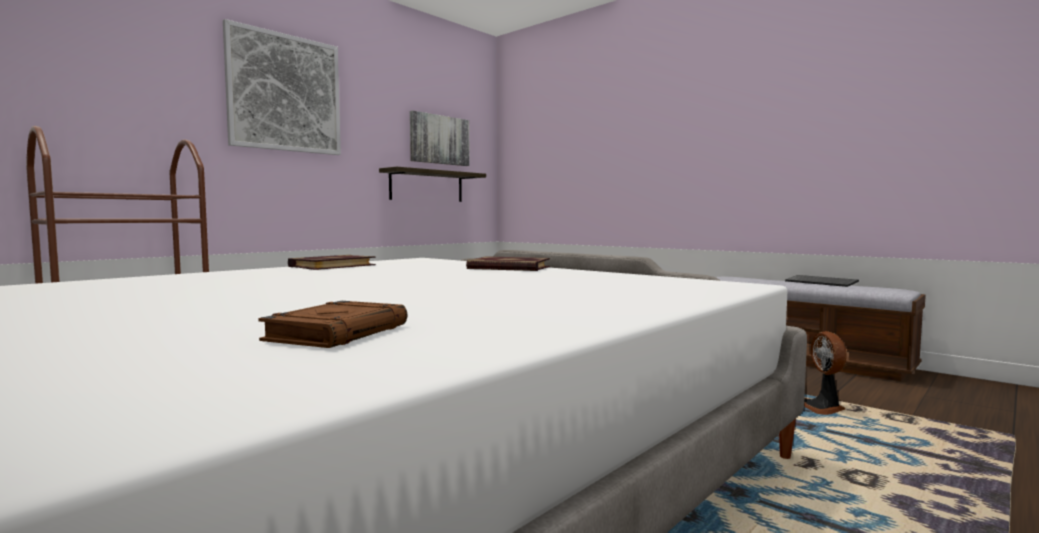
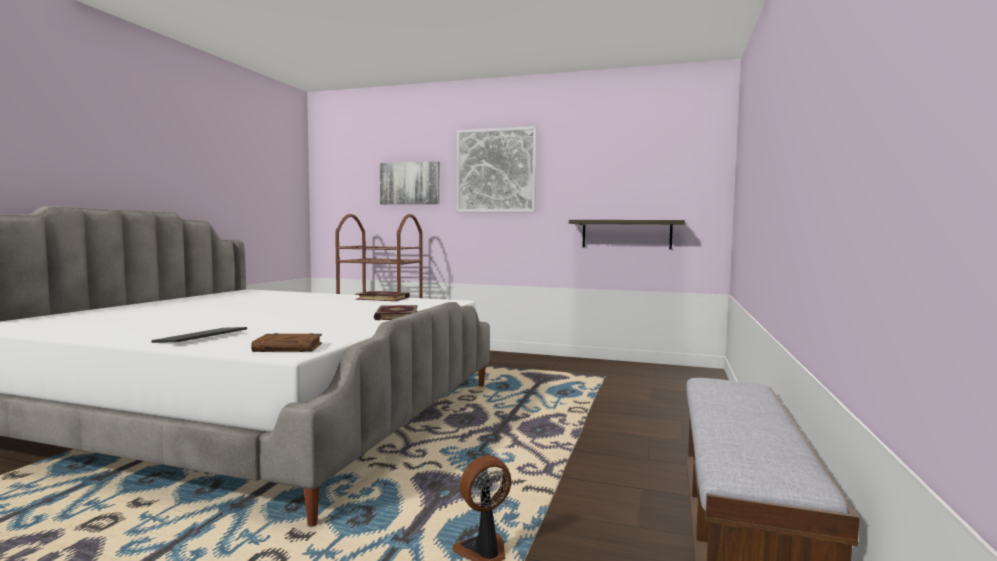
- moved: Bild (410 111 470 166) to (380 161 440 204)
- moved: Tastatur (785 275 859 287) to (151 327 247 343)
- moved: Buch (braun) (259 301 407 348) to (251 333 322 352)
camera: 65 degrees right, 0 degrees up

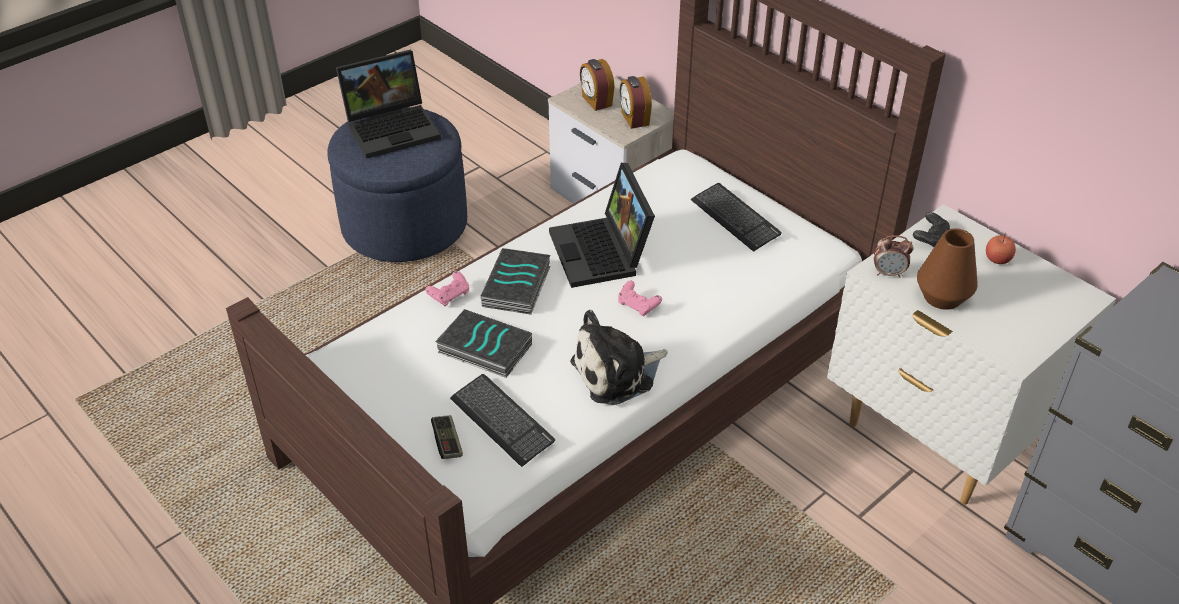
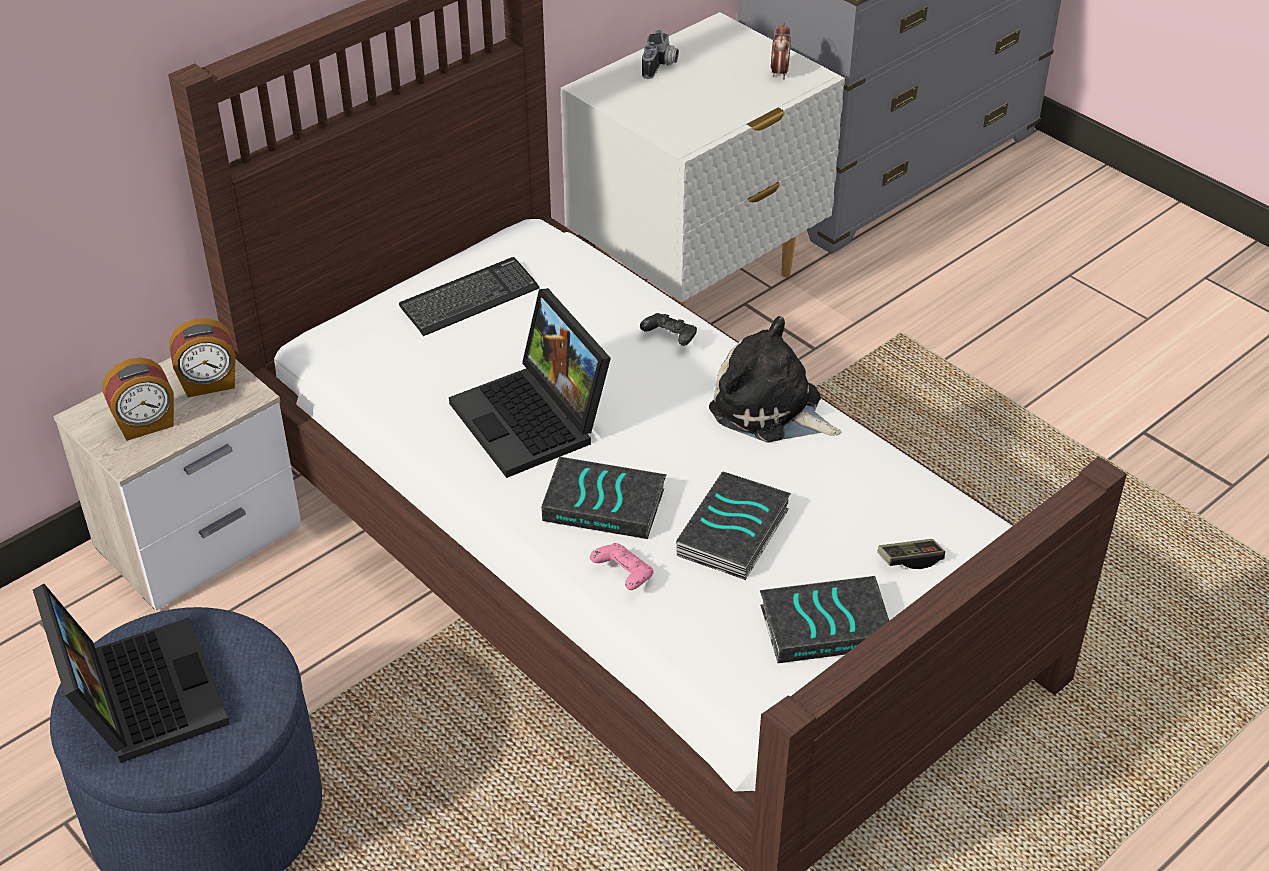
- turned: Laptop (549 163 655 288) = (449 288 611 478) 75 degrees clockwise
- moved: Gamepad (schwarz) (913 212 950 247) to (640 313 697 346)
- removed: Vase (braun) (917 228 978 310)
- replaced: Apfel (986 233 1016 264) to Kamera (642 30 679 79)
- moved: Wecker (874 235 913 278) to (771 22 791 79)
- removed: Gamepad (rosa) (618 281 662 316)
- turned: Plüschtier (570 310 667 405) = (709 316 841 442) 150 degrees clockwise
- removed: Tastatur (450 374 555 467)
- added: Buch (760 576 889 663)
camera: 90 degrees left, 0 degrees up

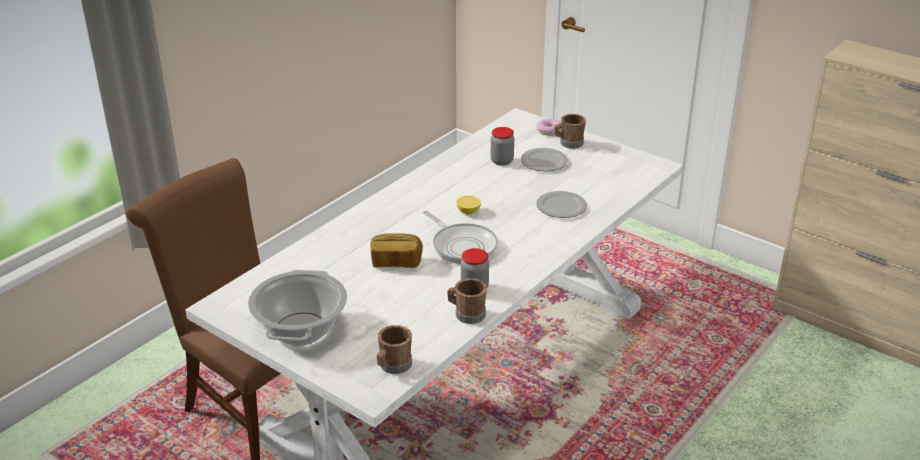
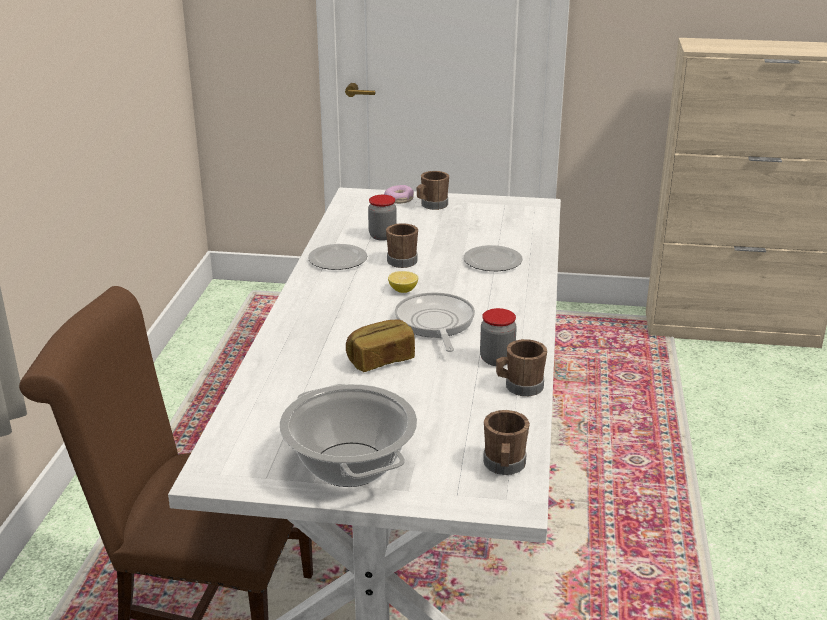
- moved: Teller (521 148 568 171) to (308 244 367 270)
- turned: Pfanne (423 211 498 264) = (395 292 475 352) 120 degrees counterclockwise
- added: Henkelbecher (braun) (386 223 418 268)
camera: 30 degrees left, 5 degrees down

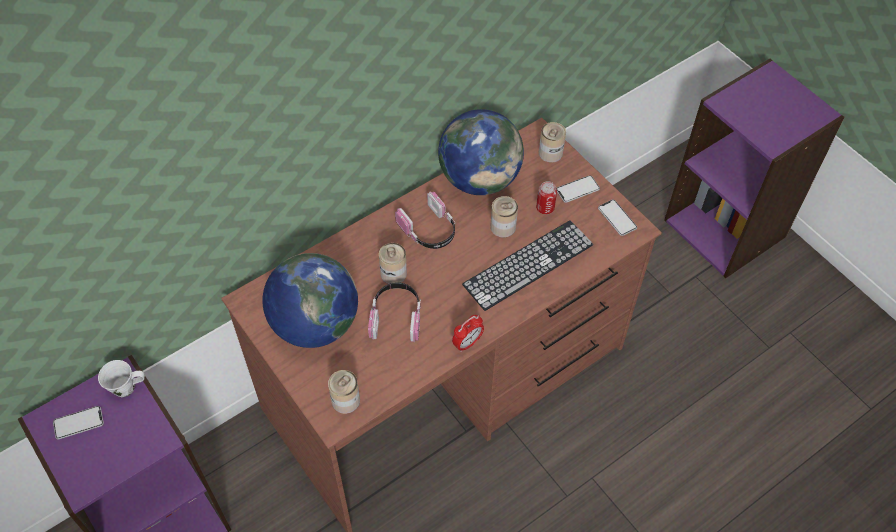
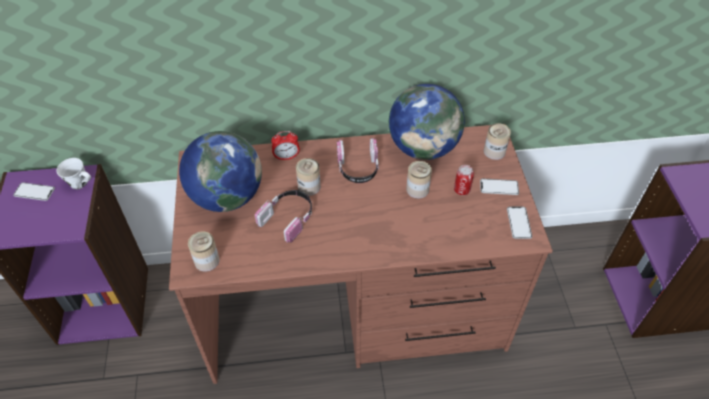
- removed: Tastatur (462 221 593 311)
- moved: Wecker (452 315 484 352) to (271 131 300 161)
camera: 30 degrees right, 5 degrees down

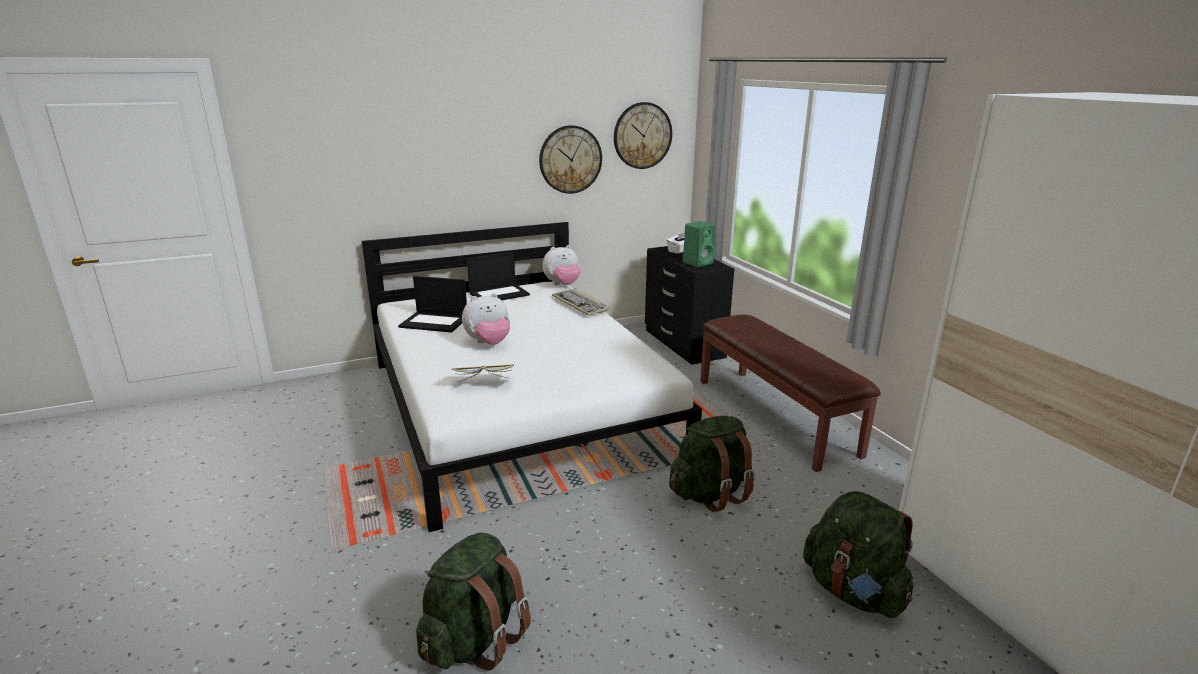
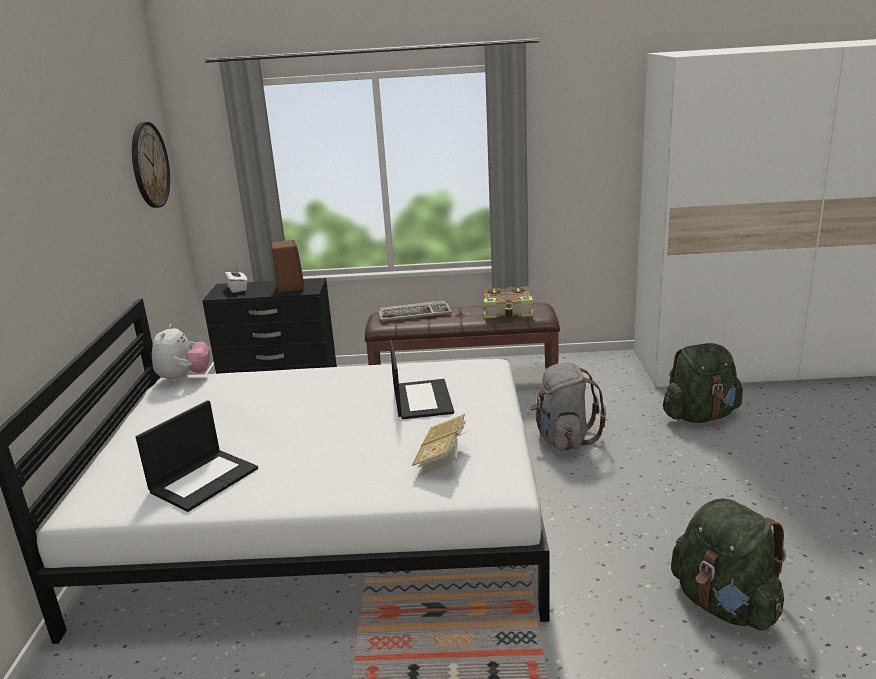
- removed: Wanduhr (539 125 602 194)
- recoloured: Lautsprecher (grün) (683 221 715 267) to Lautsprecher (braun) (271 240 304 293)
- moved: Laptop (467 251 530 300) to (390 340 454 419)
- moved: Tastatur (552 288 610 315) to (378 301 452 321)
- removed: Plüschtier (462 293 510 345)
- recoloured: Rucksack (grün) (669 416 755 512) to Rucksack (grau) (530 363 606 450)
- added: Buch (484 287 533 318)
camera: 65 degrees left, 0 degrees up

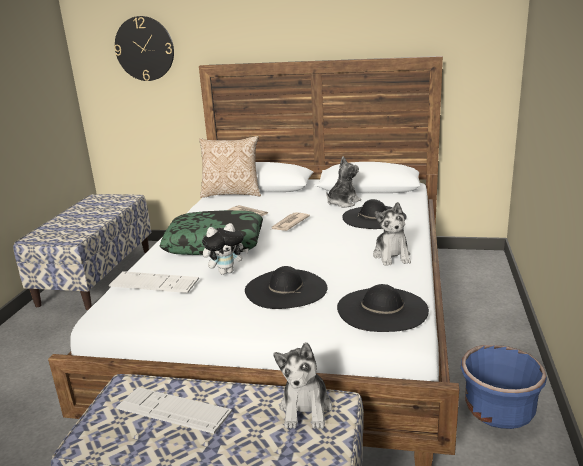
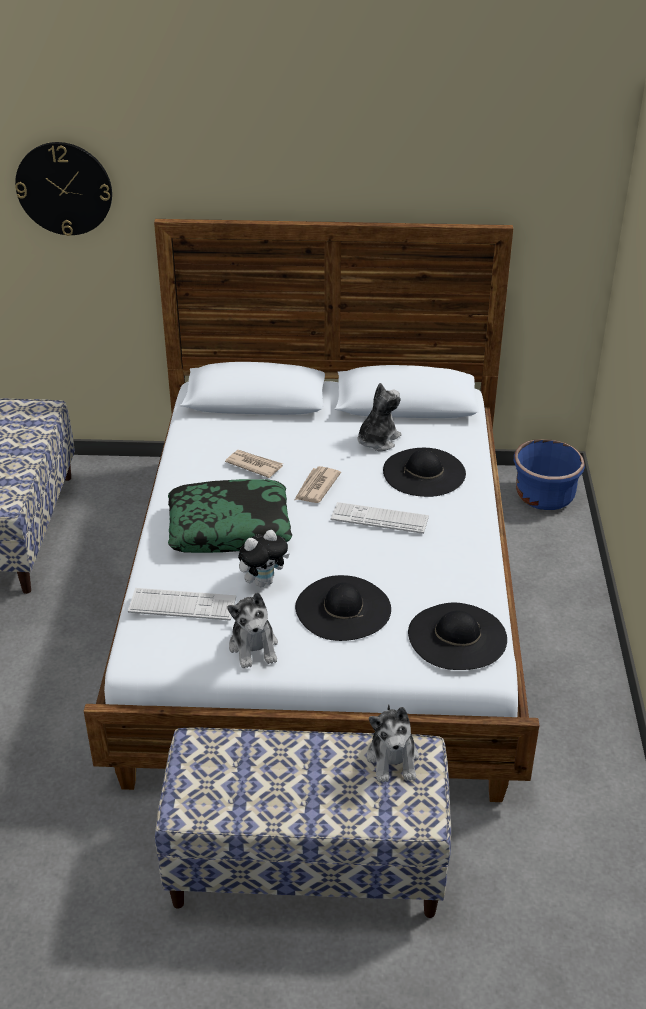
- removed: Kissen (199 136 261 198)
- moved: Plüschtier (373 202 411 266) to (227 592 278 669)
- moved: Pflanzkübel (blau) (461 345 547 429) to (514 439 585 510)
- moved: Tastatur (116 387 232 434) to (331 502 429 534)
camera: 10 degrees left, 15 degrees up

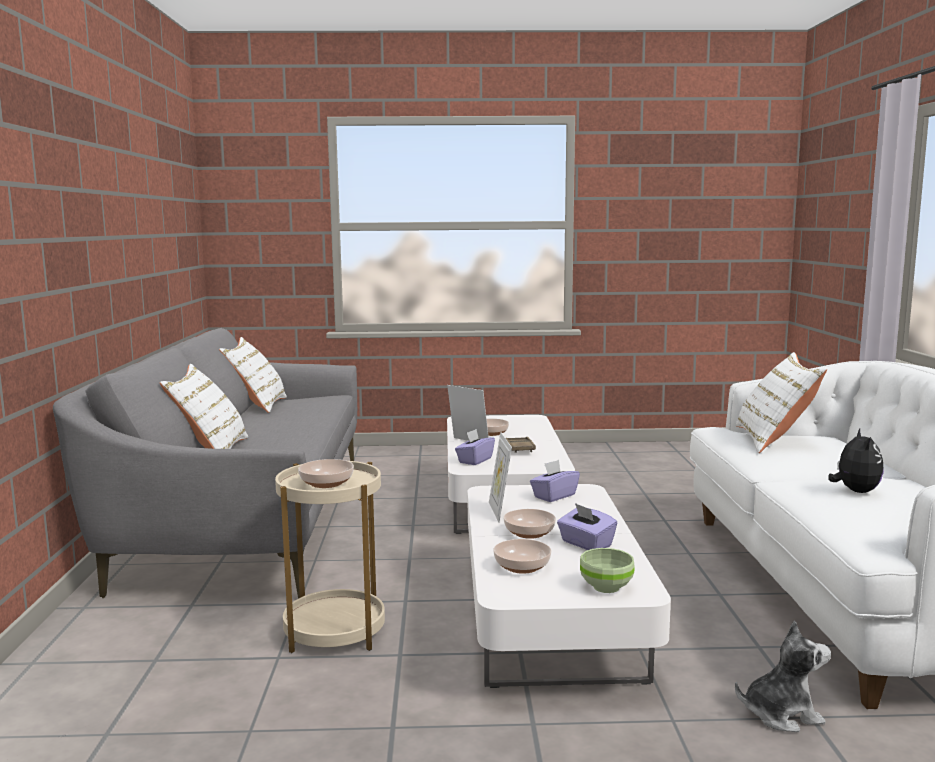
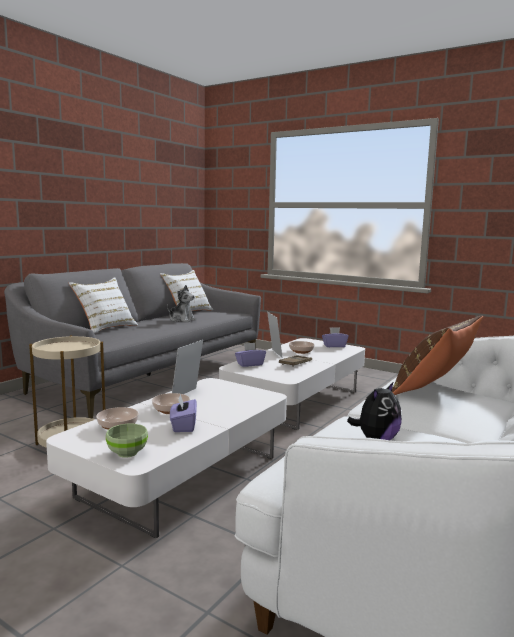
- recoloured: Kissen (weiß) (735 352 827 453) to Kissen (braun) (392 316 483 395)
- removed: Schüssel (298 459 354 488)
- moved: Taschentuchbox (lila) (530 460 580 502) to (322 327 348 347)
- moved: Plüschtier (735 621 831 732) to (167 285 197 322)
camera: 35 degrees right, 0 degrees up

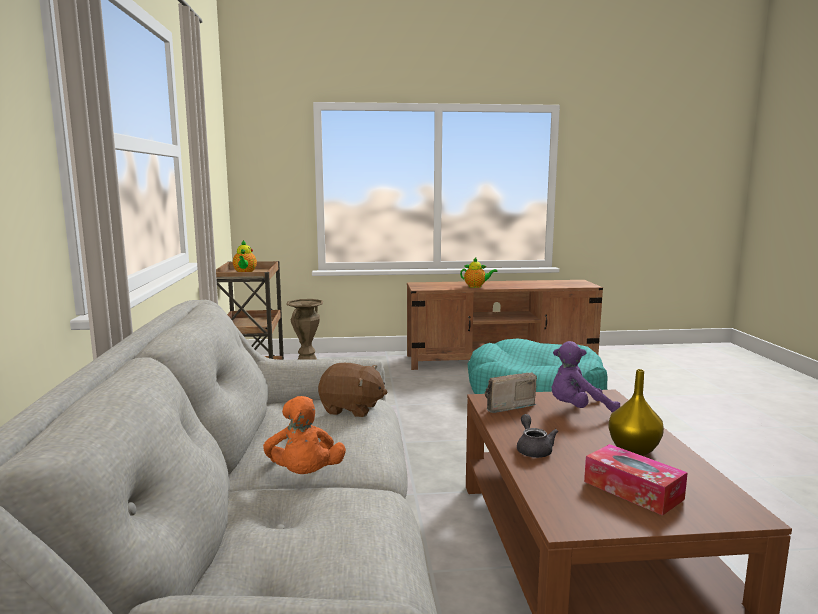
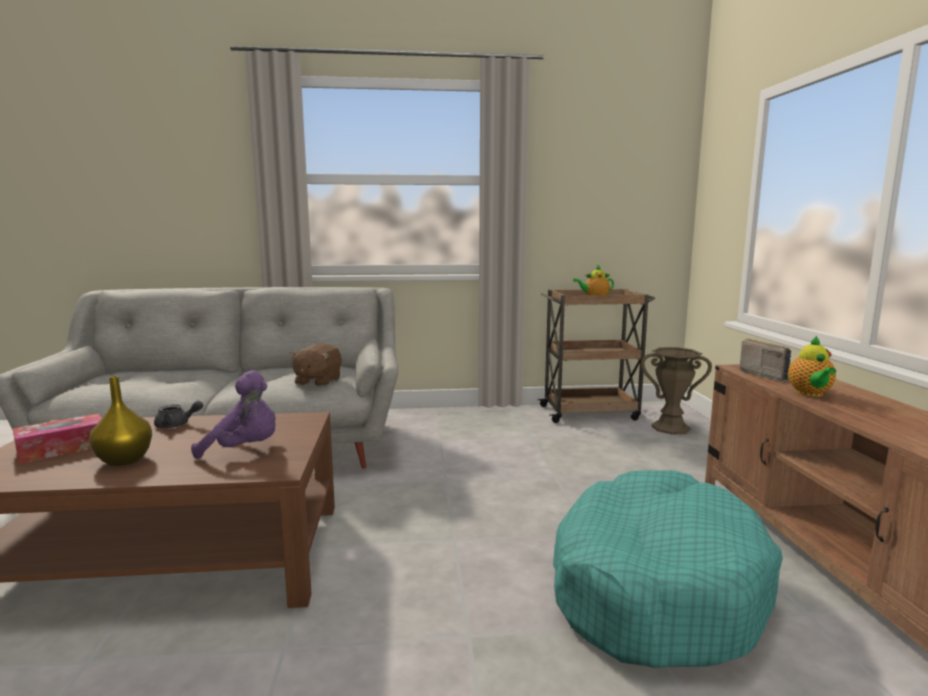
- turned: Plüschtier (lila) (551 341 620 413) = (191 370 276 459) 105 degrees clockwise
- moved: Radio (485 372 537 413) to (739 339 791 381)
- removed: Plüschtier (orange) (263 396 346 474)
camera: 90 degrees right, 0 degrees up

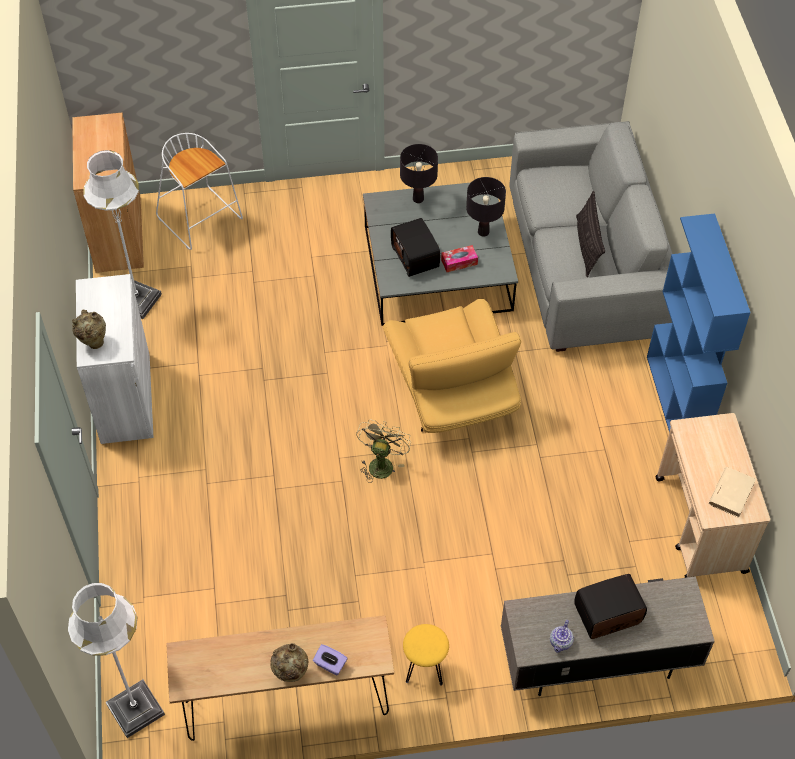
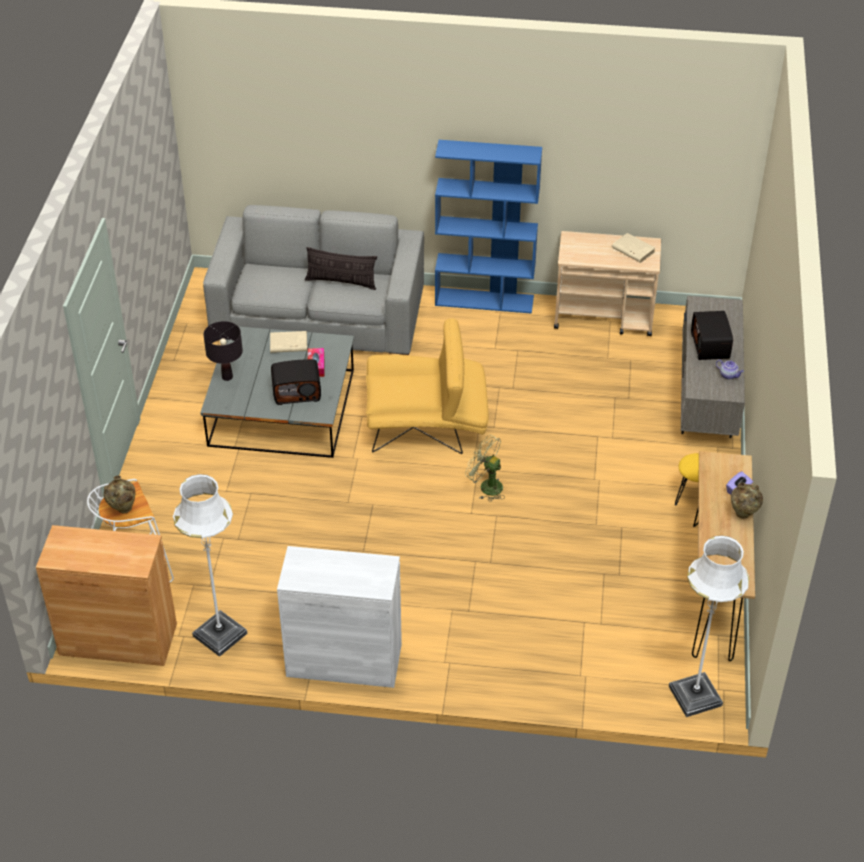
- replaced: Tischlampe (schwarz) (466 177 506 237) to Buch (beige) (270 331 307 353)
- moved: Vase (beige) (72 309 106 349) to (104 475 135 513)
camera: 75 degrees left, 10 degrees down

